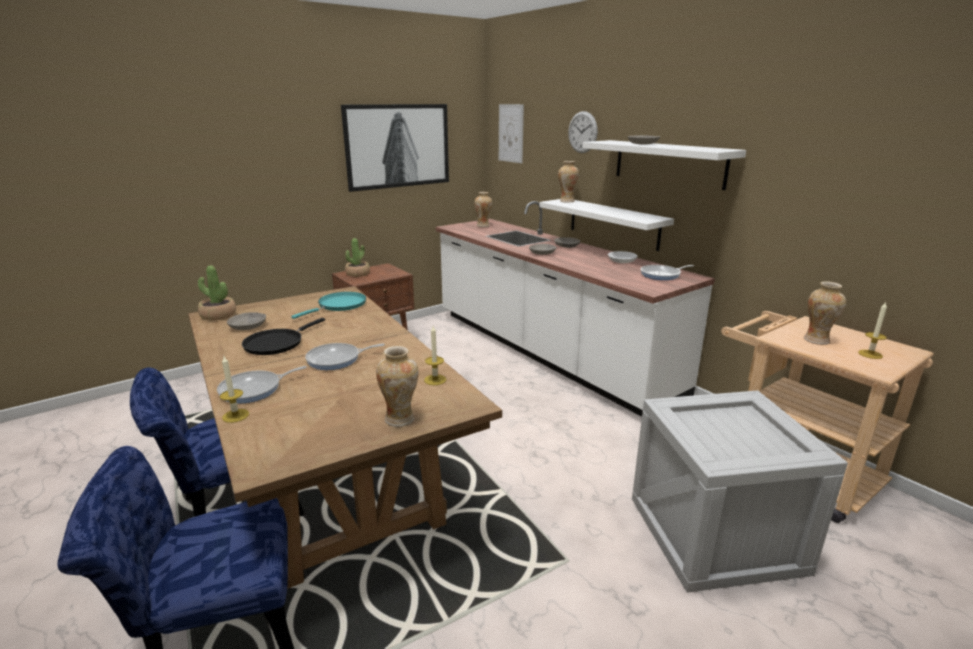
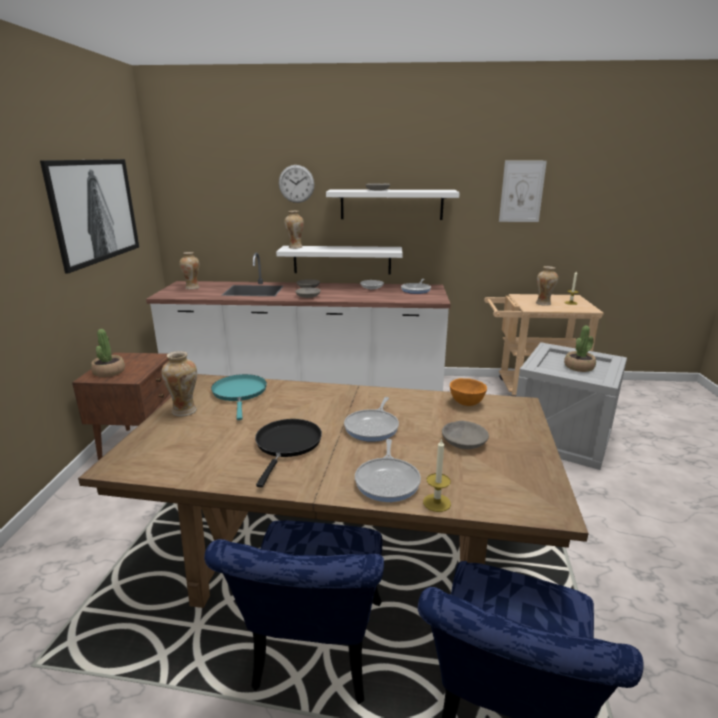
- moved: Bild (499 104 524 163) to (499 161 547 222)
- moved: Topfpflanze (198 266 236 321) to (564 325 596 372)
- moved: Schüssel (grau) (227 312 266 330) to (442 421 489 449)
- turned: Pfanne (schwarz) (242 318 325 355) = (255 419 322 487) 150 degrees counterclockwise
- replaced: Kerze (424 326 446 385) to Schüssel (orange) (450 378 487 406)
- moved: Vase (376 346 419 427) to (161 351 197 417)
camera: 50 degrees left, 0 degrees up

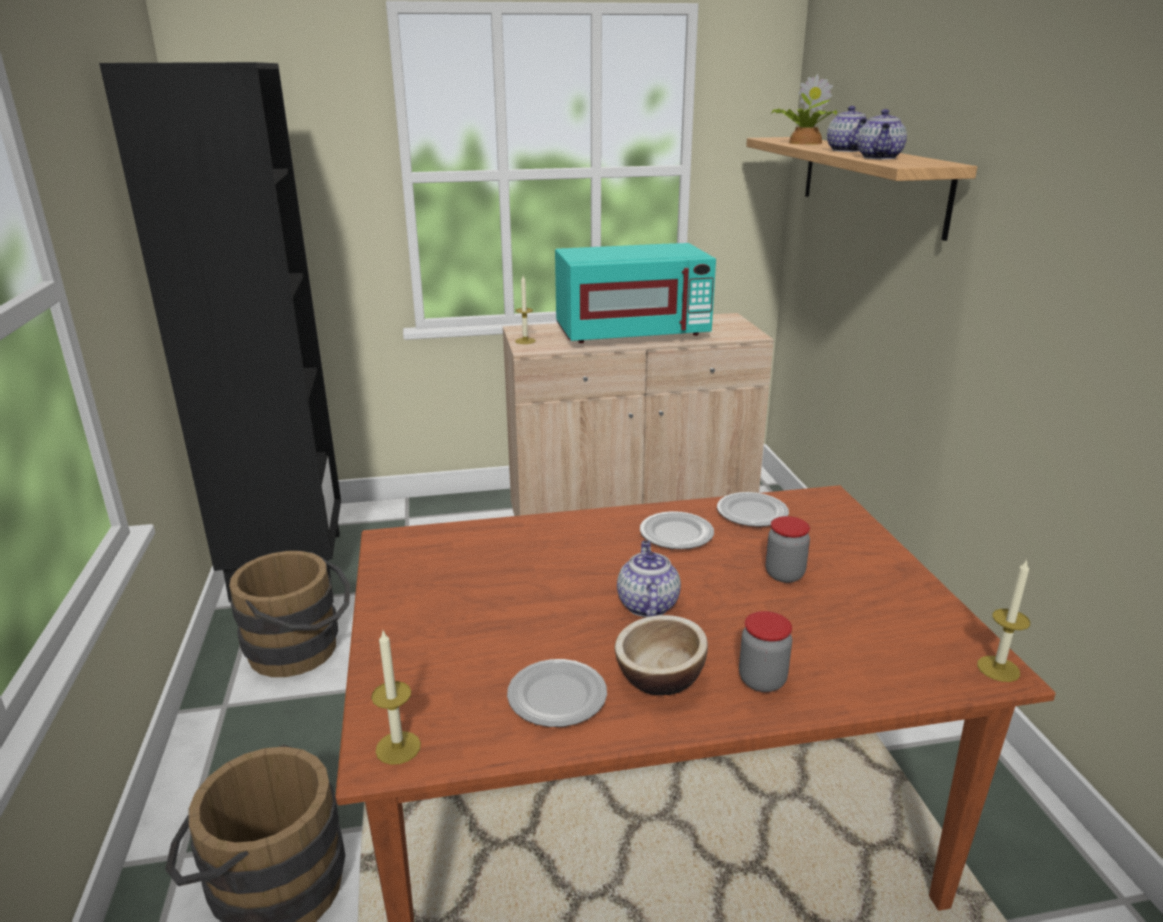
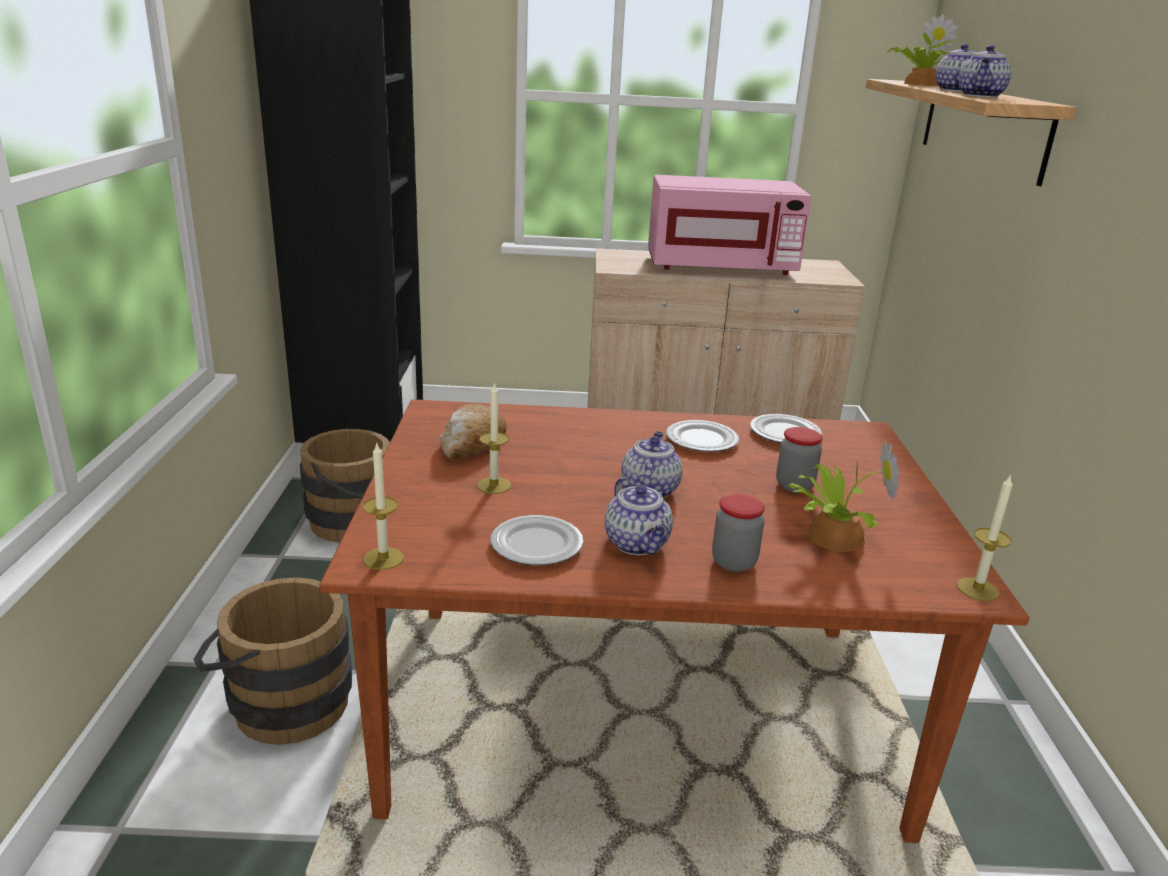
- recoloured: Mikrowelle (türkis) (555 243 716 343) to Mikrowelle (rosa) (648 175 811 275)
- moved: Kerze (515 276 536 344) to (477 382 511 494)
- replaced: Schüssel (615 615 708 695) to Teekanne (605 477 673 555)
- added: Brot (439 404 507 459)
- added: Topfpflanze (788 440 900 552)
camera: 10 degrees right, 0 degrees up

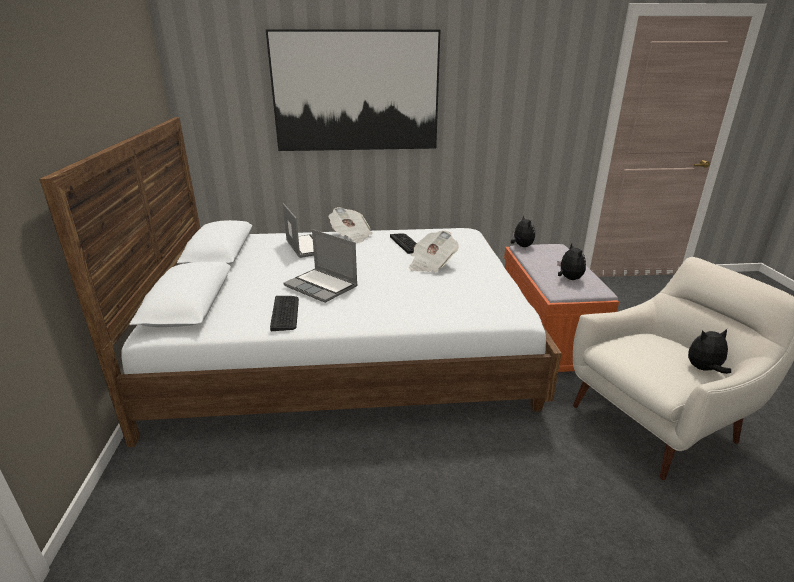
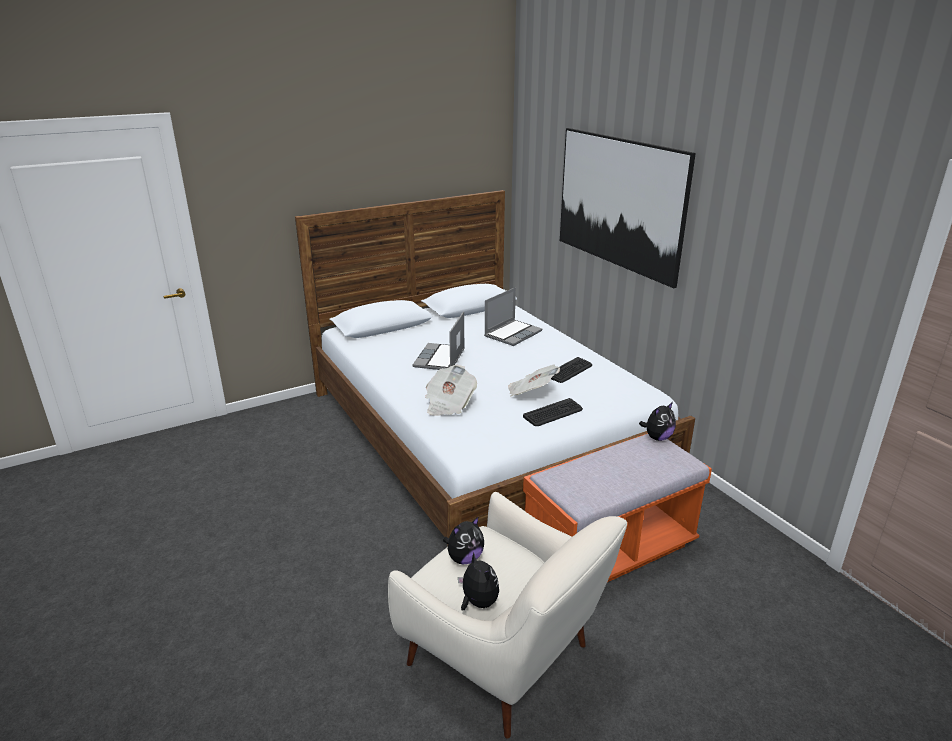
- moved: Zeitung (329 207 372 243) to (425 365 477 416)
- moved: Plüschtier (557 244 586 280) to (443 516 484 564)
- moved: Tastatur (270 296 299 331) to (523 398 583 426)
camera: 65 degrees right, 0 degrees up

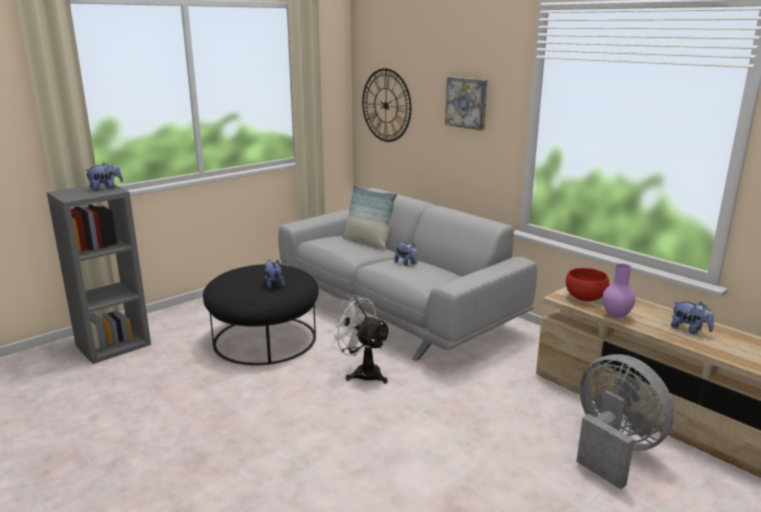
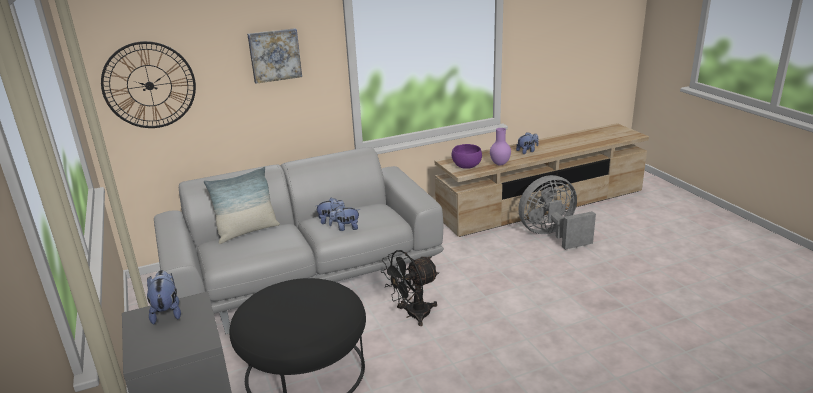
- moved: Plüschtier (265 260 285 288) to (329 205 360 231)
- recoloured: Schüssel (rot) (566 268 609 301) to Schüssel (lila) (451 144 482 169)
- recoloured: Ventilator (weiß) (327 295 391 384) to Ventilator (schwarz) (381 250 439 326)
camera: 70 degrees left, 5 degrees up

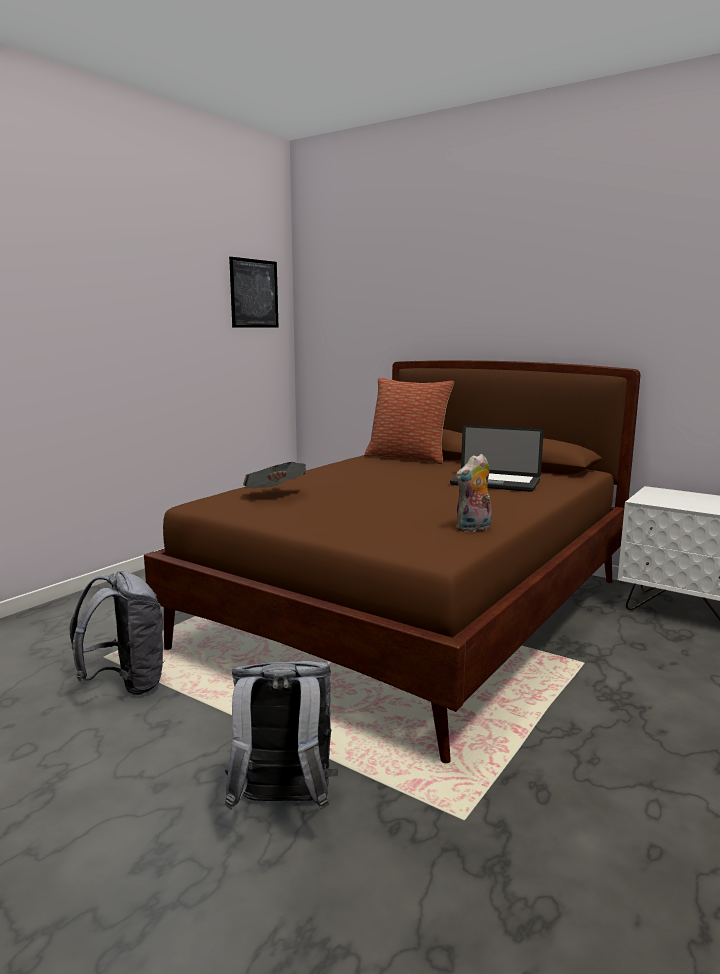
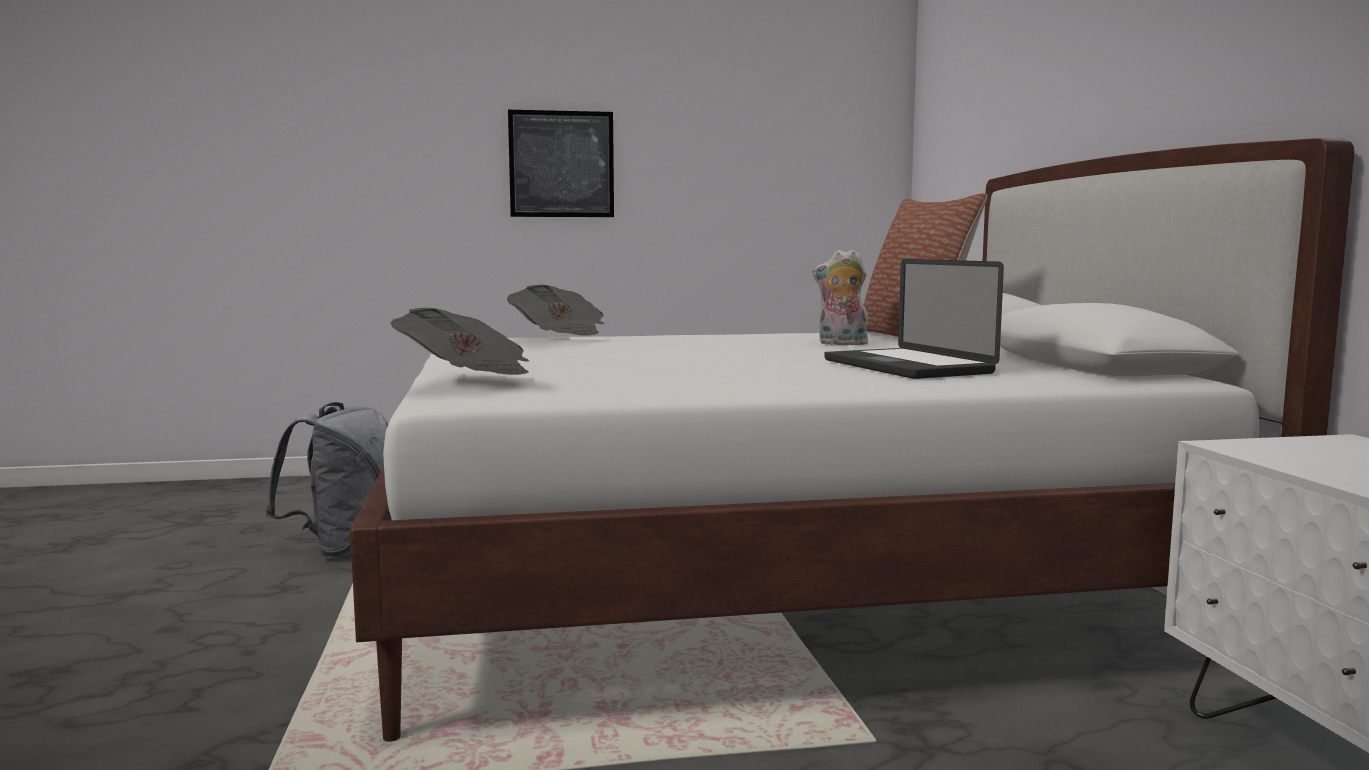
- moved: Bild (229 257 278 327) to (508 110 614 217)
- recoloured: Bett (braun) (144 360 641 763) to Bett (weiß) (350 138 1354 742)
- moved: Plüschtier (456 454 492 533) to (812 249 869 346)
- removed: Rucksack (grau) (225 661 338 810)
- added: Zeitung (391 308 529 375)
camera: 45 degrees right, 5 degrees down

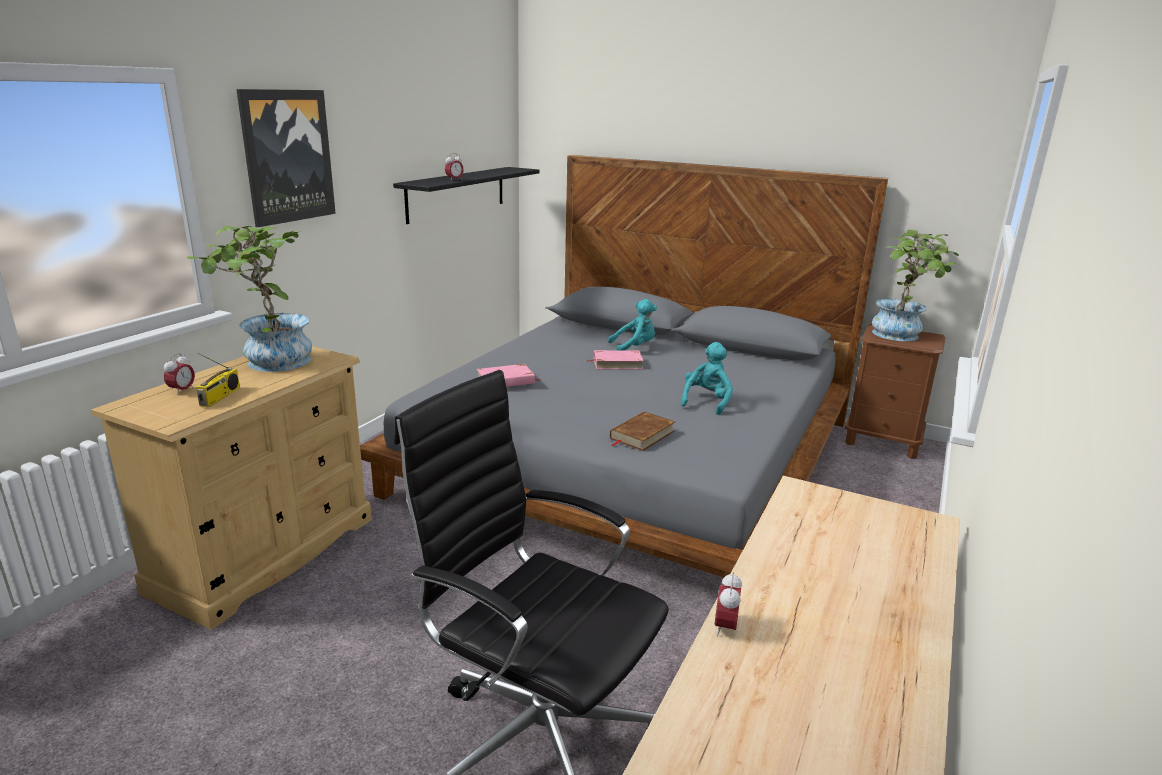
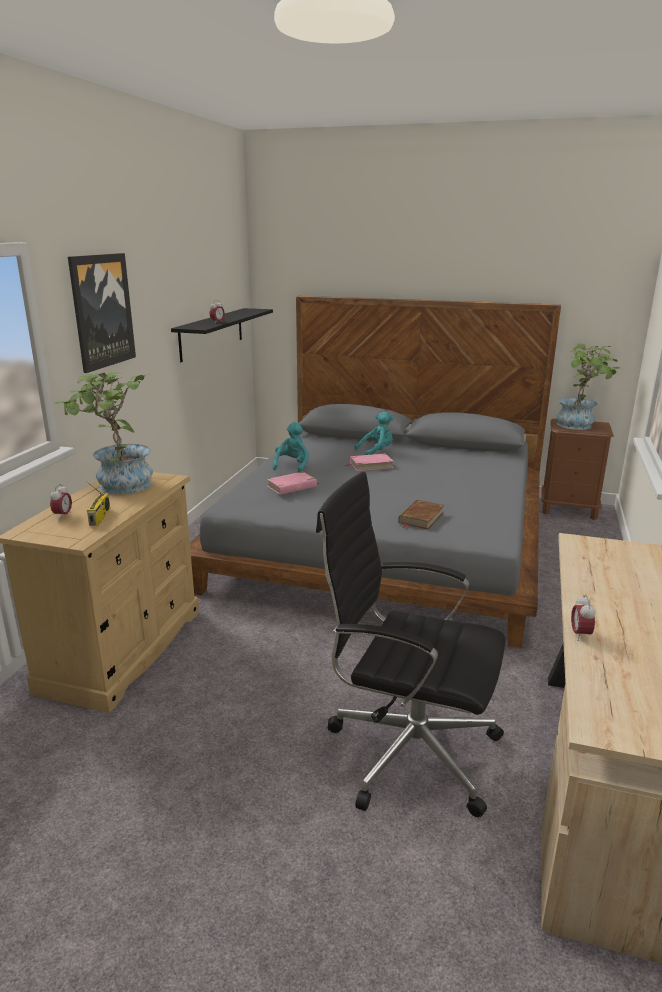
- moved: Plüschtier (türkis) (680 342 733 415) to (273 422 309 472)
camera: 10 degrees left, 0 degrees up

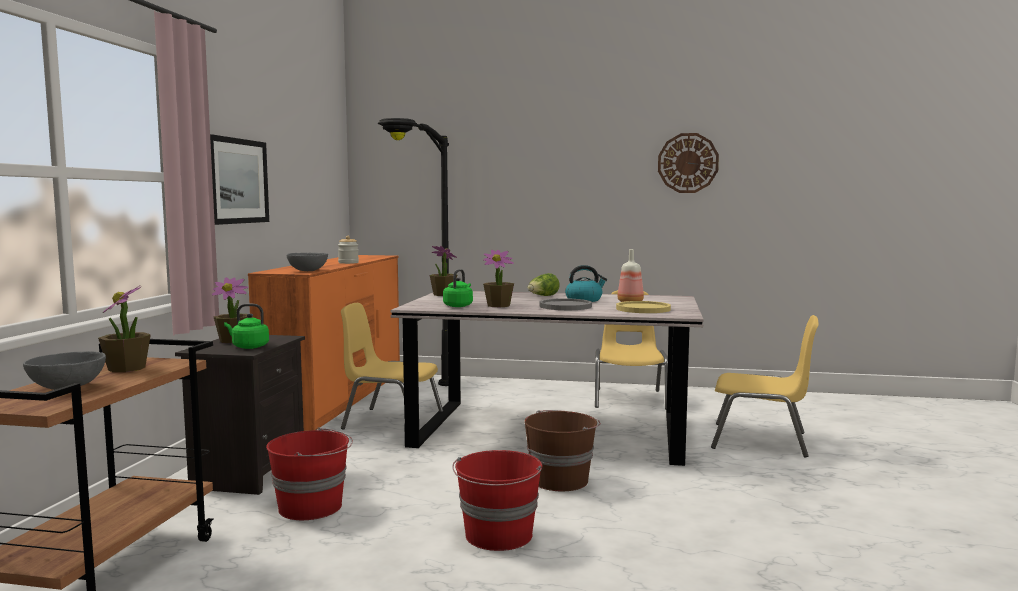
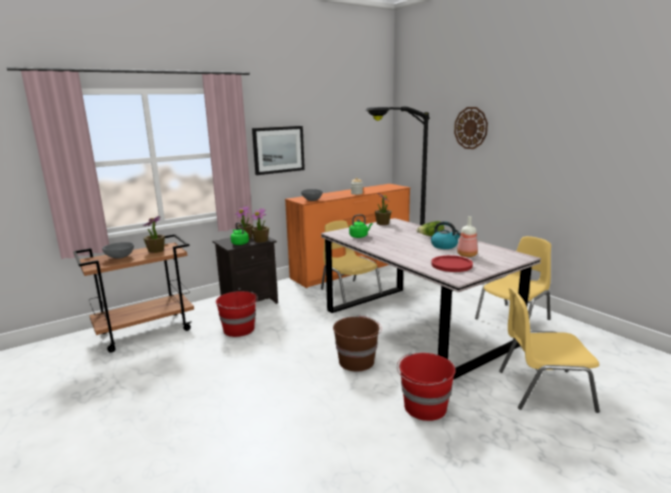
- moved: Wanduhr (658 133 719 193) to (454 107 488 149)
- moved: Topfpflanze (483 250 514 307) to (251 208 269 243)
- removed: Teller (grau) (539 298 592 310)
- recoloured: Teller (gelb) (616 301 671 313) to Teller (rot) (431 255 473 272)
- turned: Stuhl (gelb) (711 315 819 457) = (499 287 600 413) 120 degrees clockwise
- moved: Eimer (rot) (452 450 542 551) to (397 353 456 421)
camera: 45 degrees right, 10 degrees up

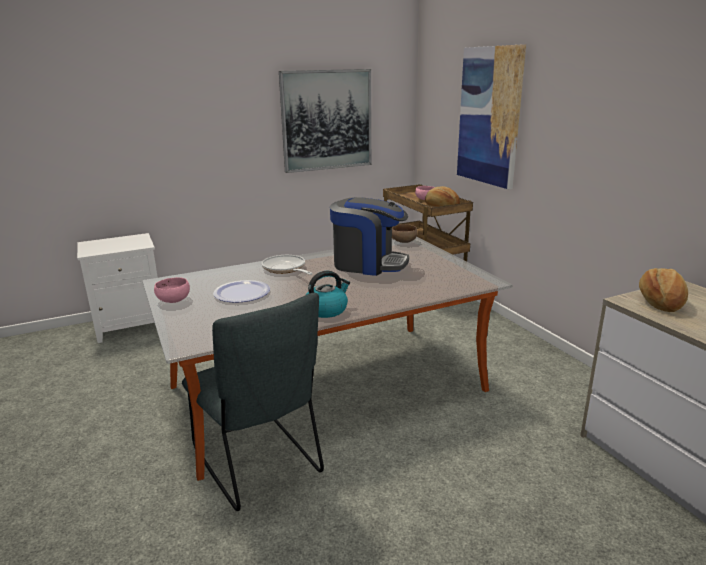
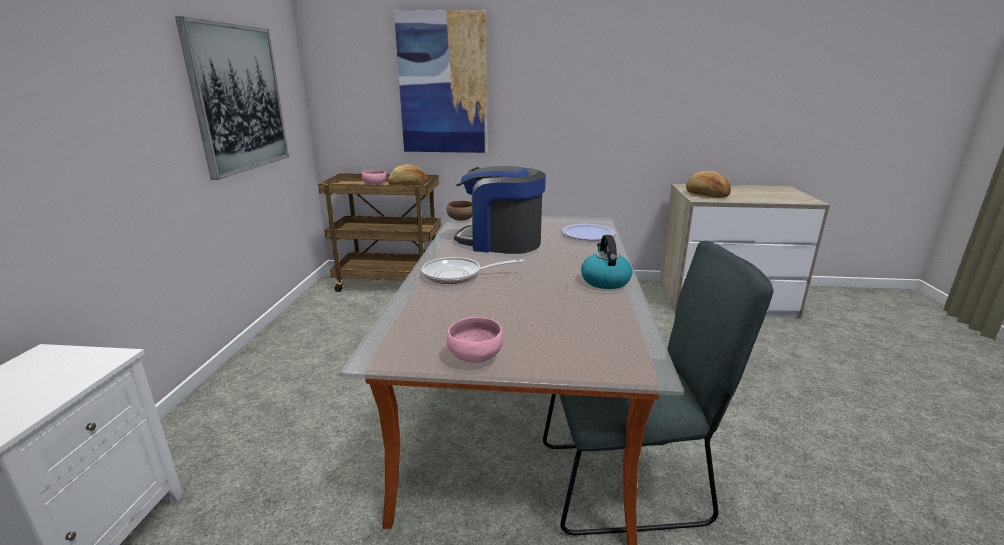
- turned: Kaffeemaschine (330 197 409 276) = (454 166 546 254) 120 degrees counterclockwise
- moved: Teller (213 280 270 303) to (562 224 616 240)
camera: 60 degrees left, 0 degrees up

